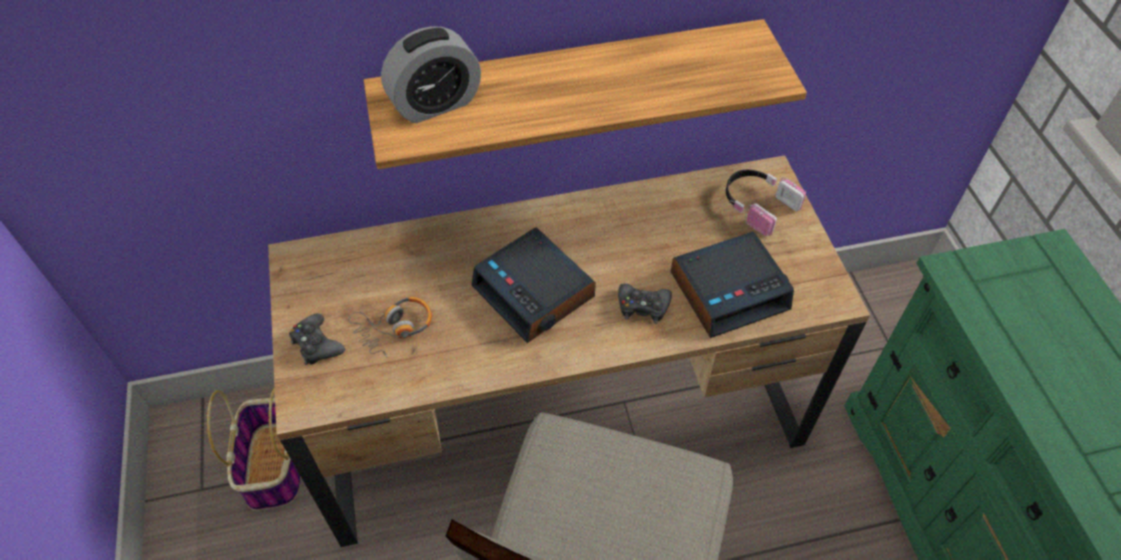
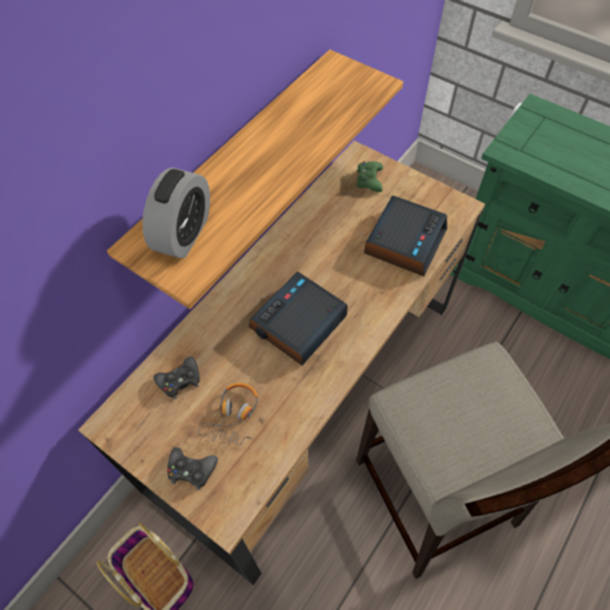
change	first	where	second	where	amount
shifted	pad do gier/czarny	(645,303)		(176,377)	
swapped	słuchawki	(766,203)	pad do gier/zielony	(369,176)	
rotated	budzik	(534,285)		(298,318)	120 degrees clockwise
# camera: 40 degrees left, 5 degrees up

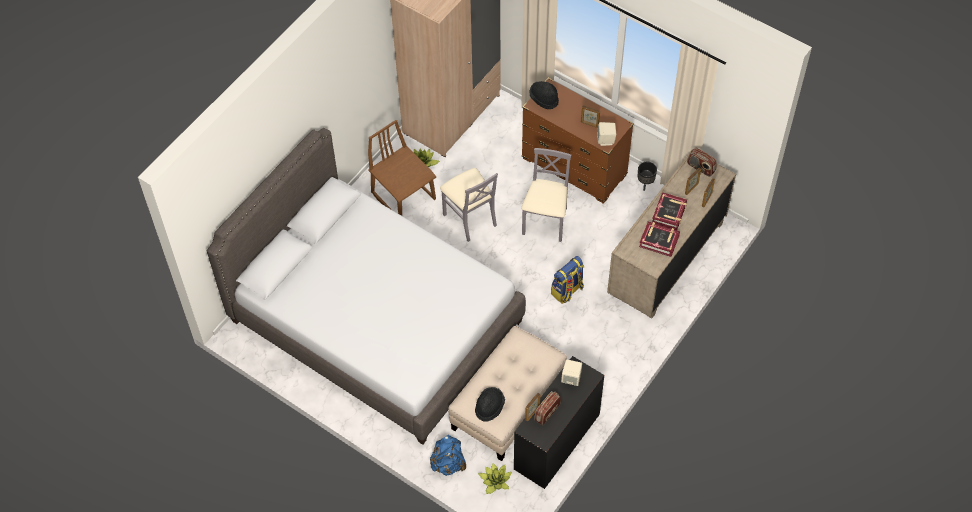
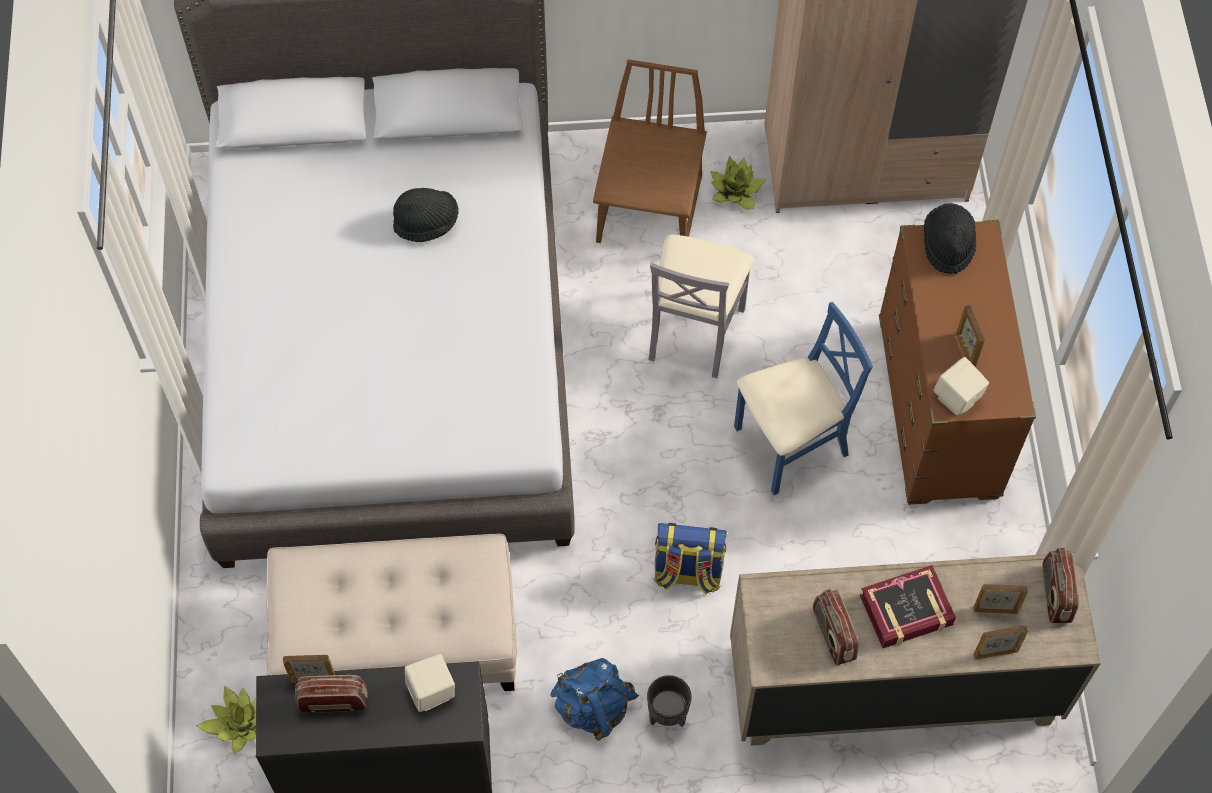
change	first	where	second	where	amount
shifted	plecak/niebieski	(448,455)		(595,699)	
shifted	kapelusz/czarny	(490,404)		(426,215)	
shifted	donica/czarny	(647,176)		(669,701)	
swapped	książka	(659,239)	radio	(836,627)	
repainted	krzesło/szary	(546,195)	krzesło/niebieski	(803,398)	
# camera: 50 degrees right, 5 degrees up

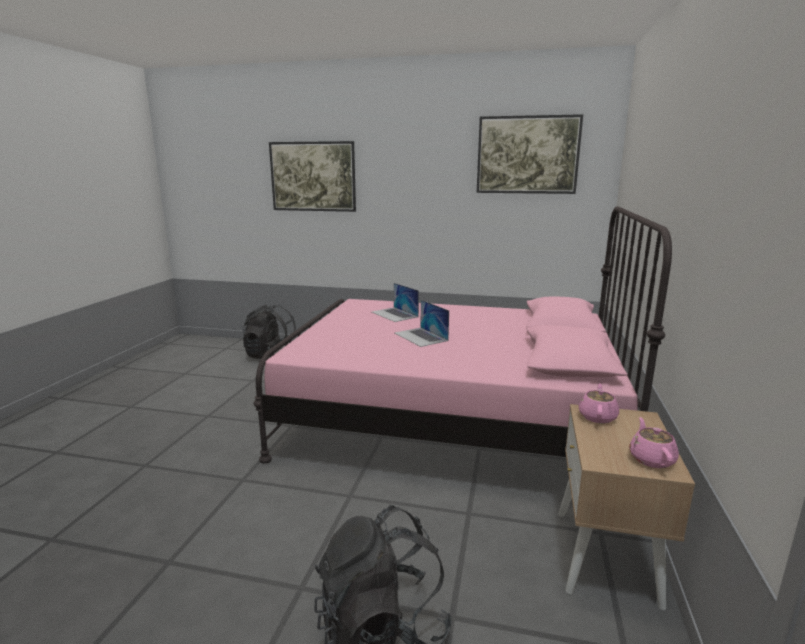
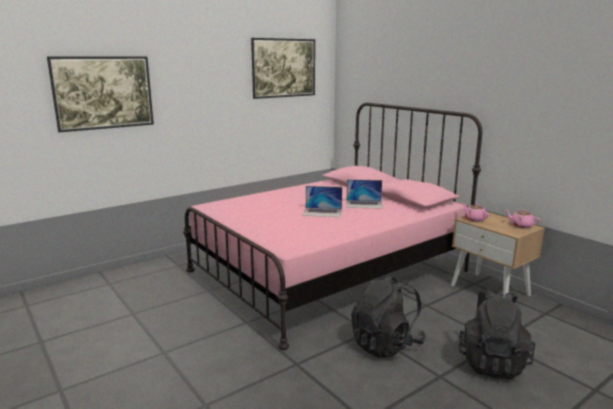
change	first	where	second	where	amount
shifted	plecak/czarny	(269,331)		(388,316)	
shifted	laptop	(395,302)		(365,194)	
# camera: 50 degrees left, 0 degrees up

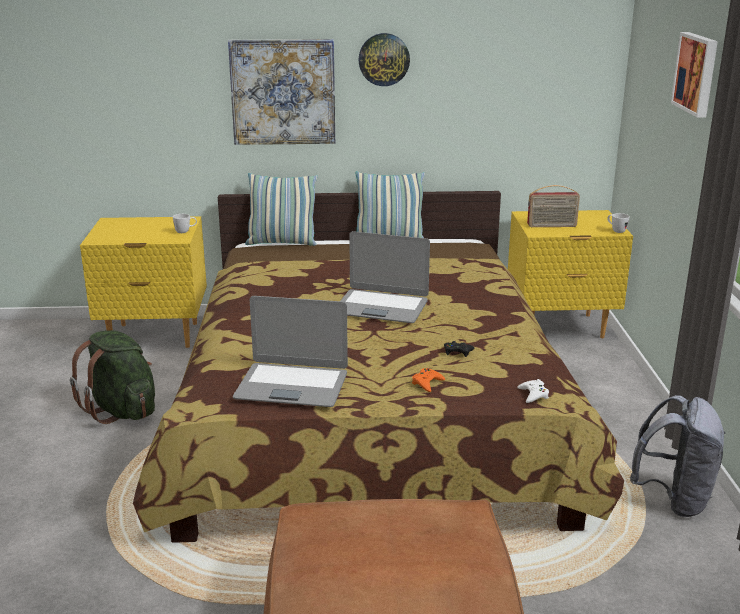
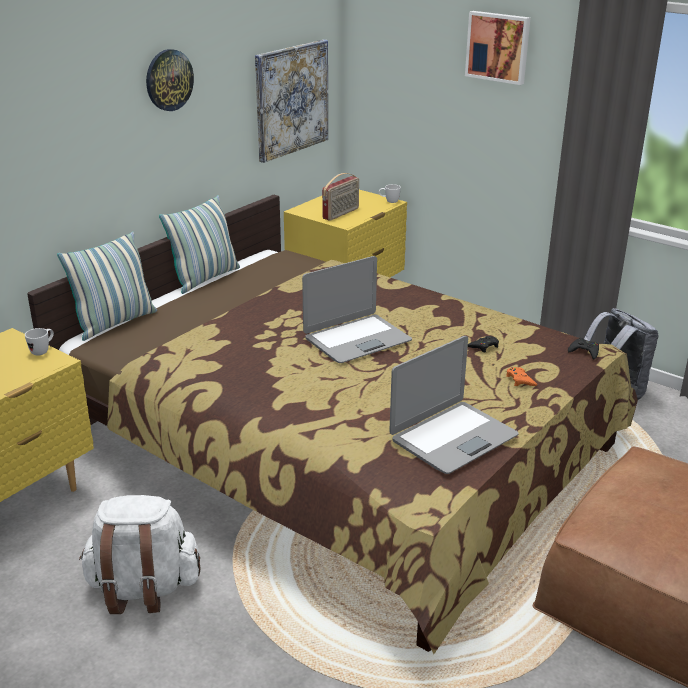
change	first	where	second	where	amount
shifted	obraz	(281,92)		(291,101)	
repainted	plecak/zielony	(112,377)	plecak/biały	(140,554)	
repainted	pad do gier/biały	(533,391)	pad do gier/czarny	(583,348)	
# camera: 50 degrees left, 5 degrees up

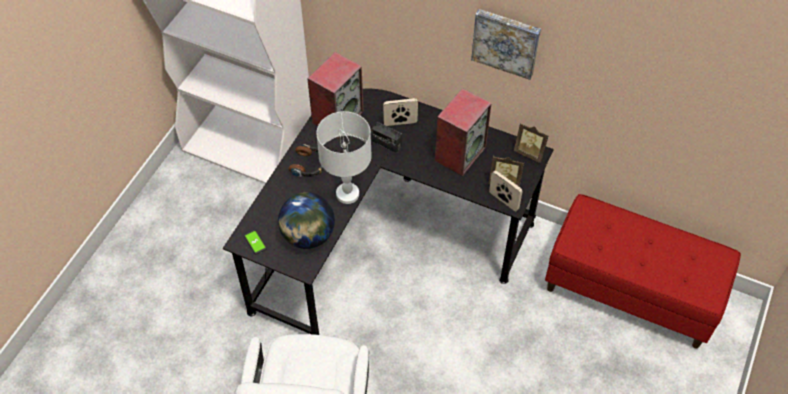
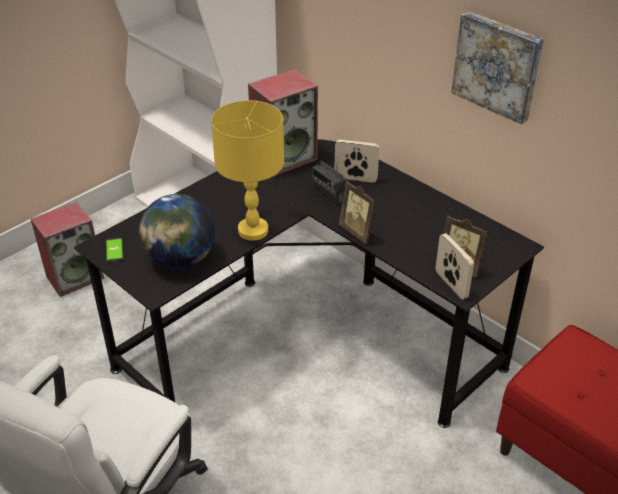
change	first	where	second	where	amount
gone	słuchawki	(306,160)			
shifted	głośnik	(463,132)		(67,249)	
shifted	ramka na zdjęcie	(531,143)		(358,212)	
repainted	lampa stołowa/biały	(344,157)	lampa stołowa/żółty	(247,170)	
# camera: 20 degrees right, 15 degrees down

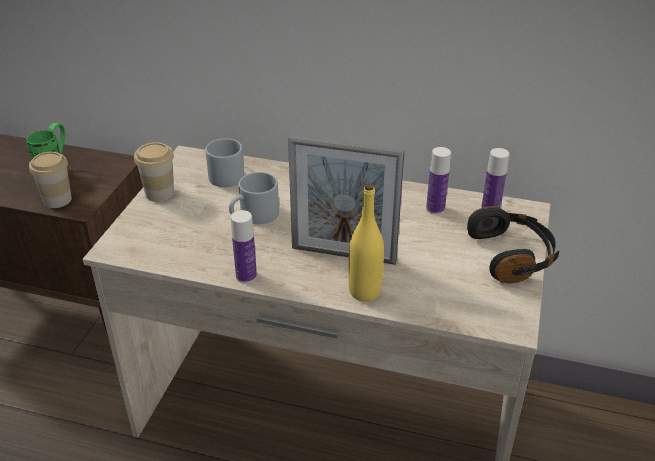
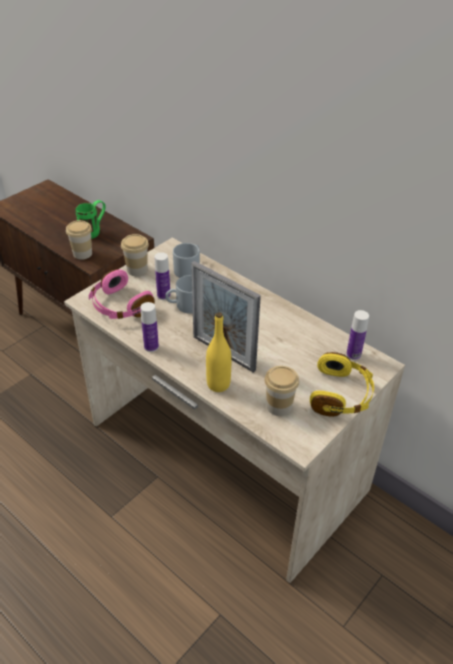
change	first	where	second	where	amount
new			słuchawki/różowy	(122,294)	
new			filiżanka	(281,391)	
shifted	butelka	(438,181)		(163,276)	
repainted	słuchawki/czarny	(513,245)	słuchawki/żółty	(342,384)	
# camera: 25 degrees right, 5 degrees up

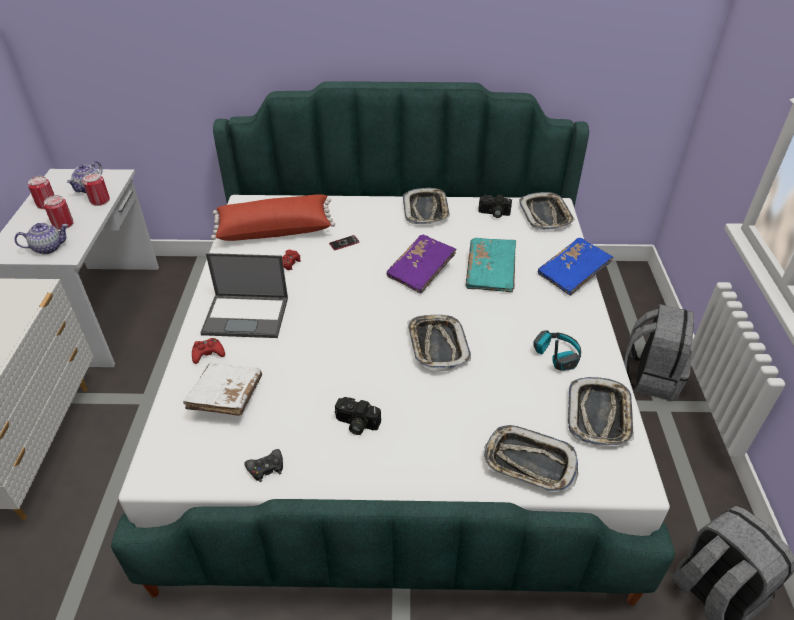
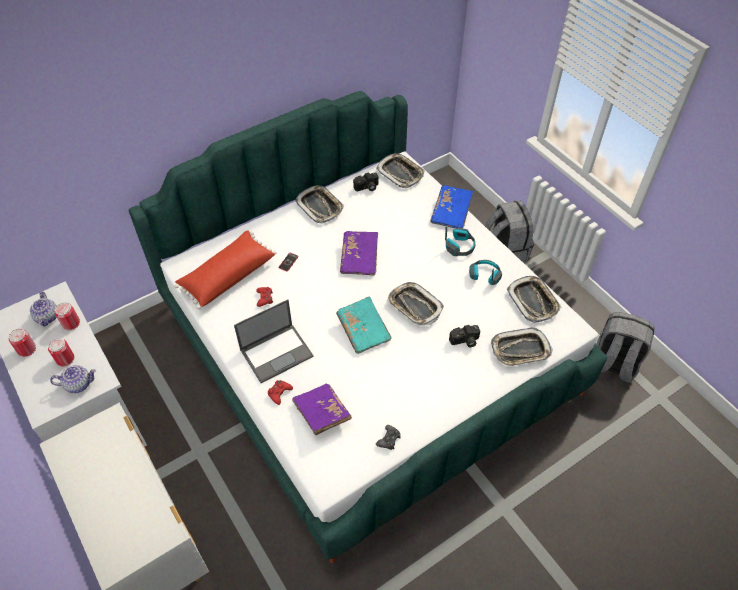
change	first	where	second	where	amount
new			słuchawki	(460,241)	
shifted	aparat fotograficzny	(358,416)		(464,336)	
shifted	książka/turkusowy	(491,265)		(364,325)	
repainted	książka/biały	(222,389)	książka/fioletowy	(322,409)	
rotated	imbryk	(41,238)		(73,379)	45 degrees clockwise
# camera: 35 degrees left, 10 degrees up

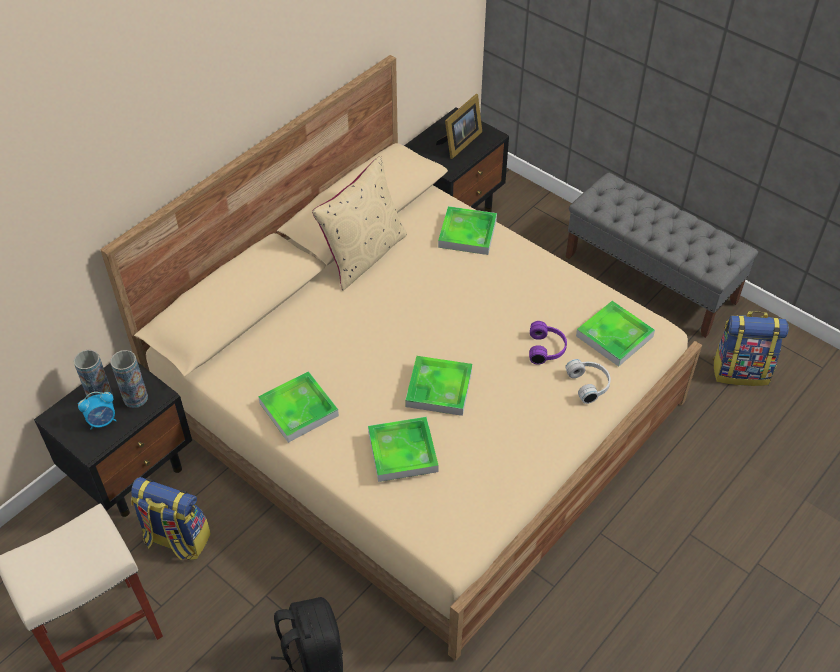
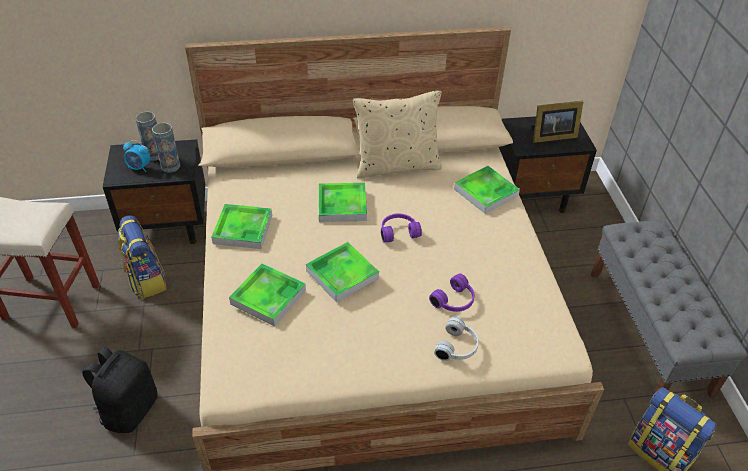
change	first	where	second	where	amount
new			słuchawki/fioletowy	(401,228)	
shifted	taca	(615,334)		(343,202)	
# camera: 40 degrees right, 5 degrees down

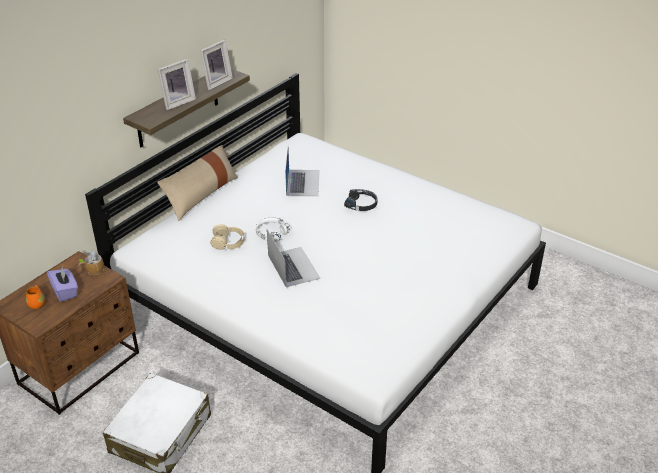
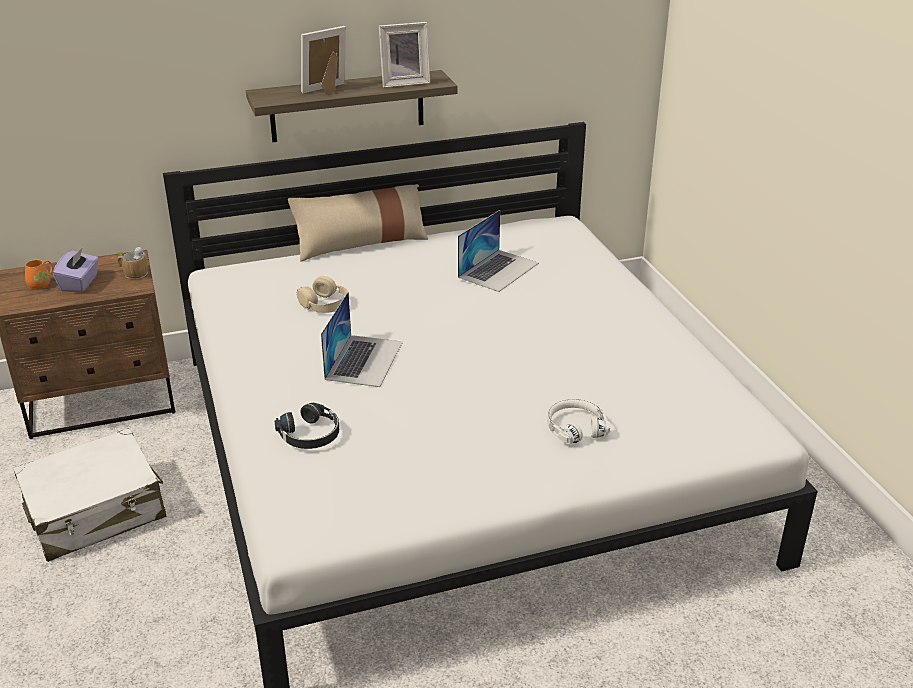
change	first	where	second	where	amount
shifted	słuchawki/biały	(274,229)		(578,421)	
shifted	słuchawki/czarny	(361,200)		(307,425)	
rotated	ramka na zdjęcie	(176,84)		(323,60)	150 degrees clockwise
# camera: 35 degrees right, 5 degrees down

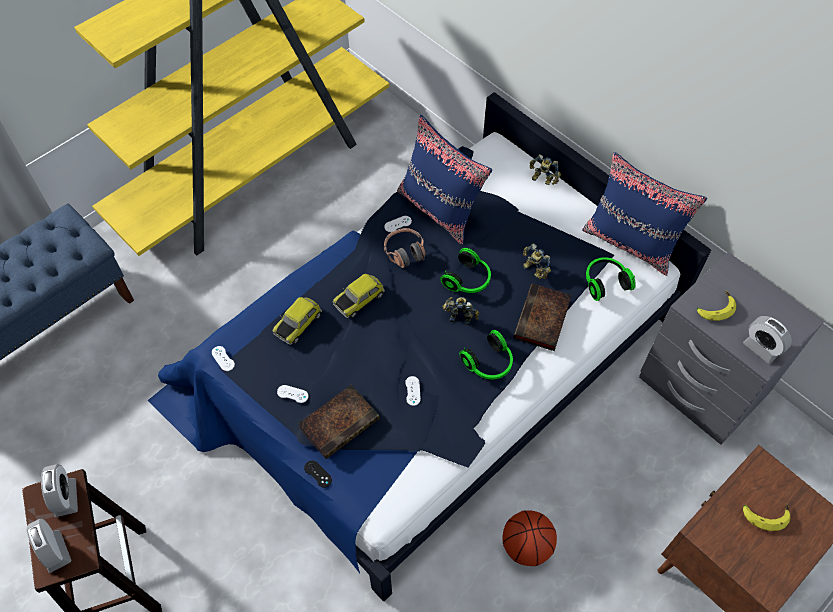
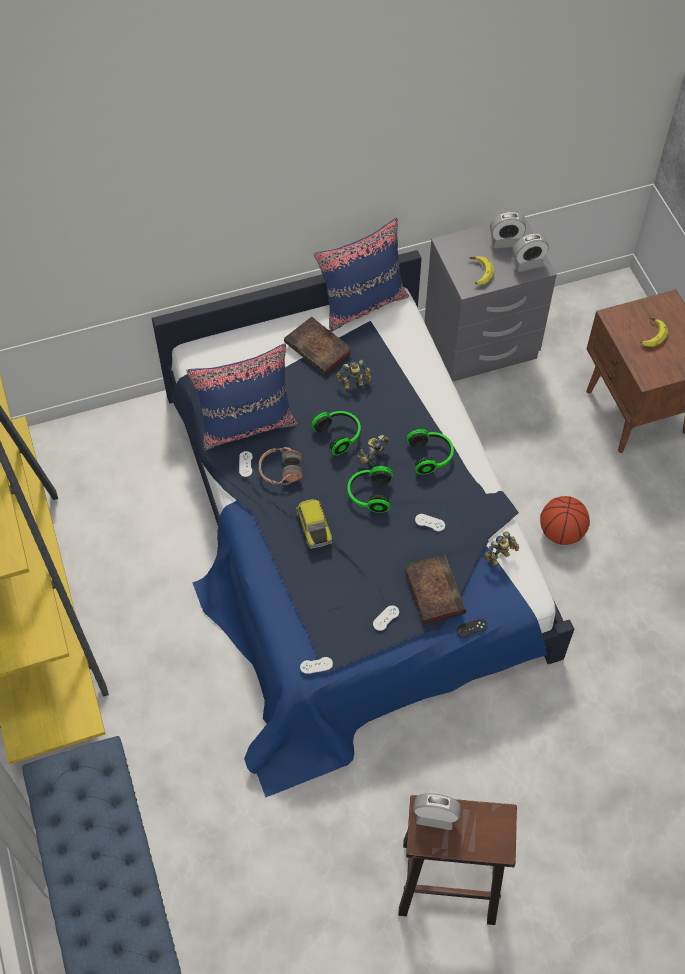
change	first	where	second	where	amount
gone	samochodzik	(297,321)			
shifted	budzik	(49,546)		(508,230)	
shifted	książka	(543,317)		(318,346)	
shifted	robot zabawkowy	(545,169)		(501,549)	
shifted	słuchawki	(611,279)		(370,489)	
# camera: 65 degrees left, 0 degrees up

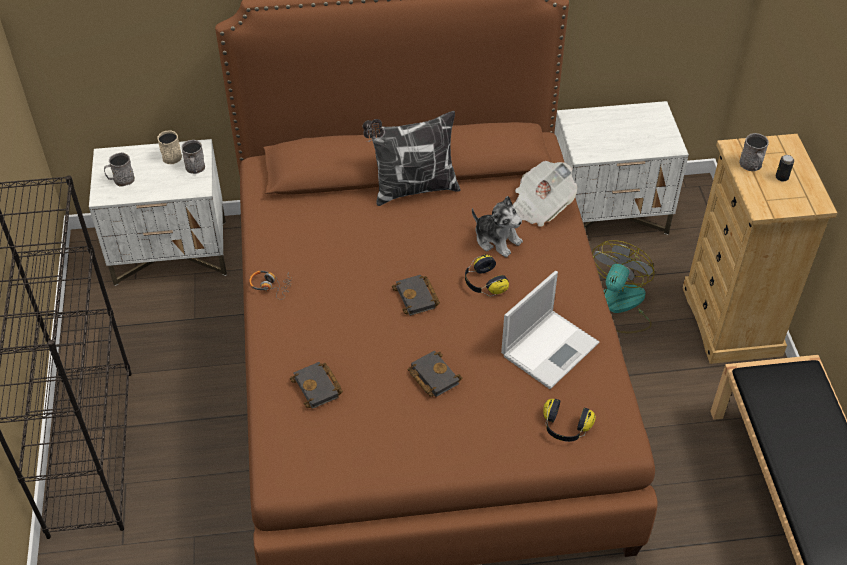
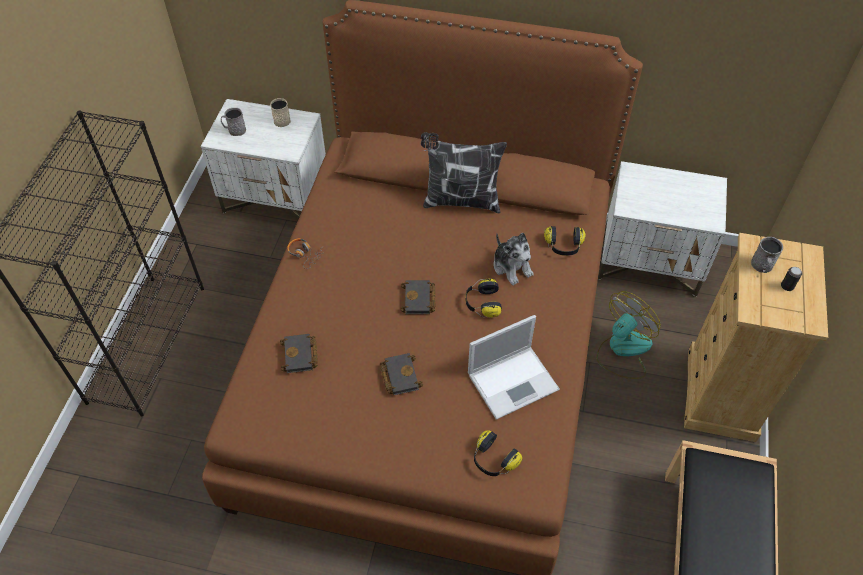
change	first	where	second	where	amount
gone	kubek/szary	(193,157)			
swapped	gazeta	(545,194)	słuchawki	(565,241)	
# camera: 20 degrees right, 5 degrees up

